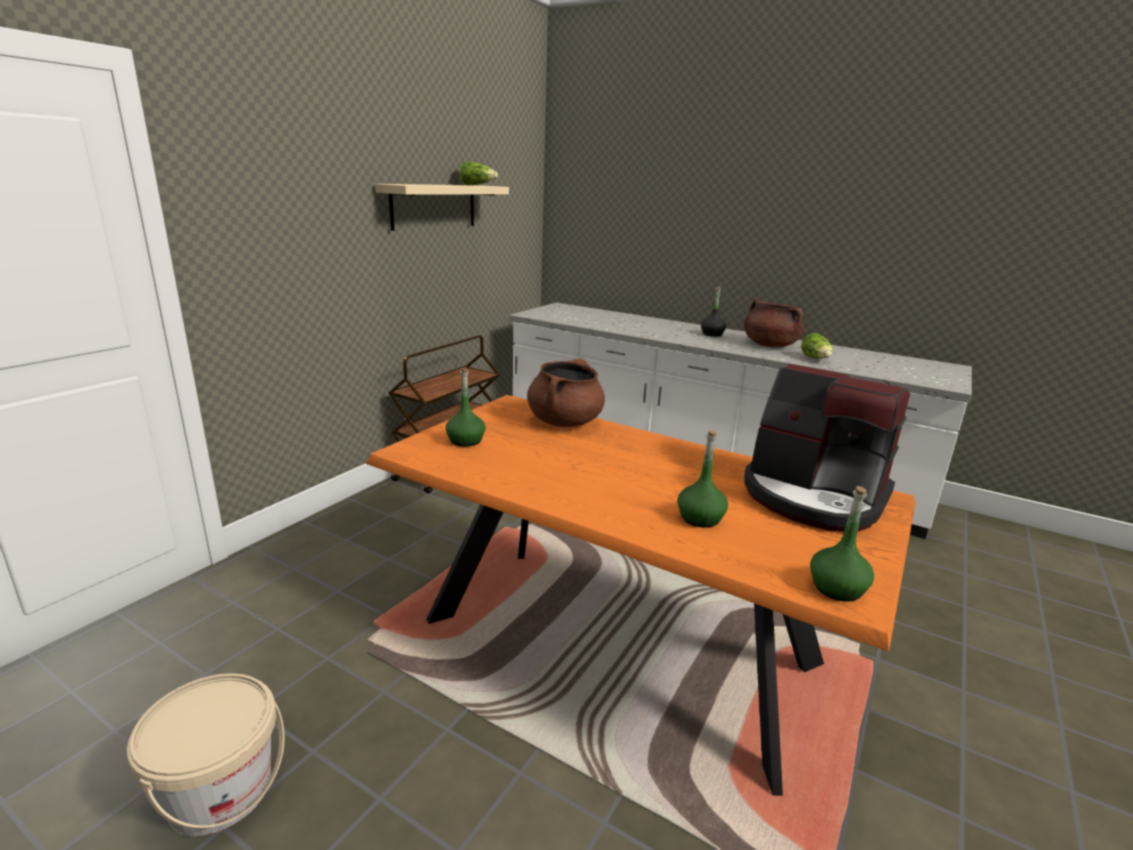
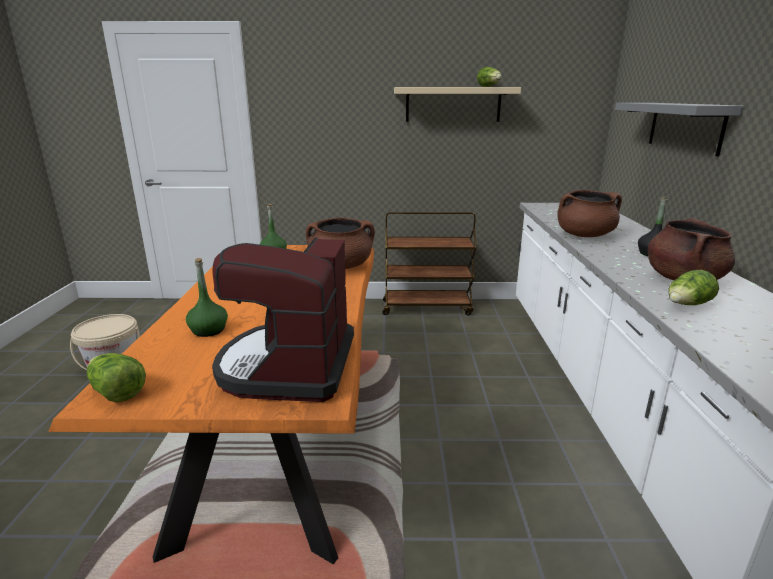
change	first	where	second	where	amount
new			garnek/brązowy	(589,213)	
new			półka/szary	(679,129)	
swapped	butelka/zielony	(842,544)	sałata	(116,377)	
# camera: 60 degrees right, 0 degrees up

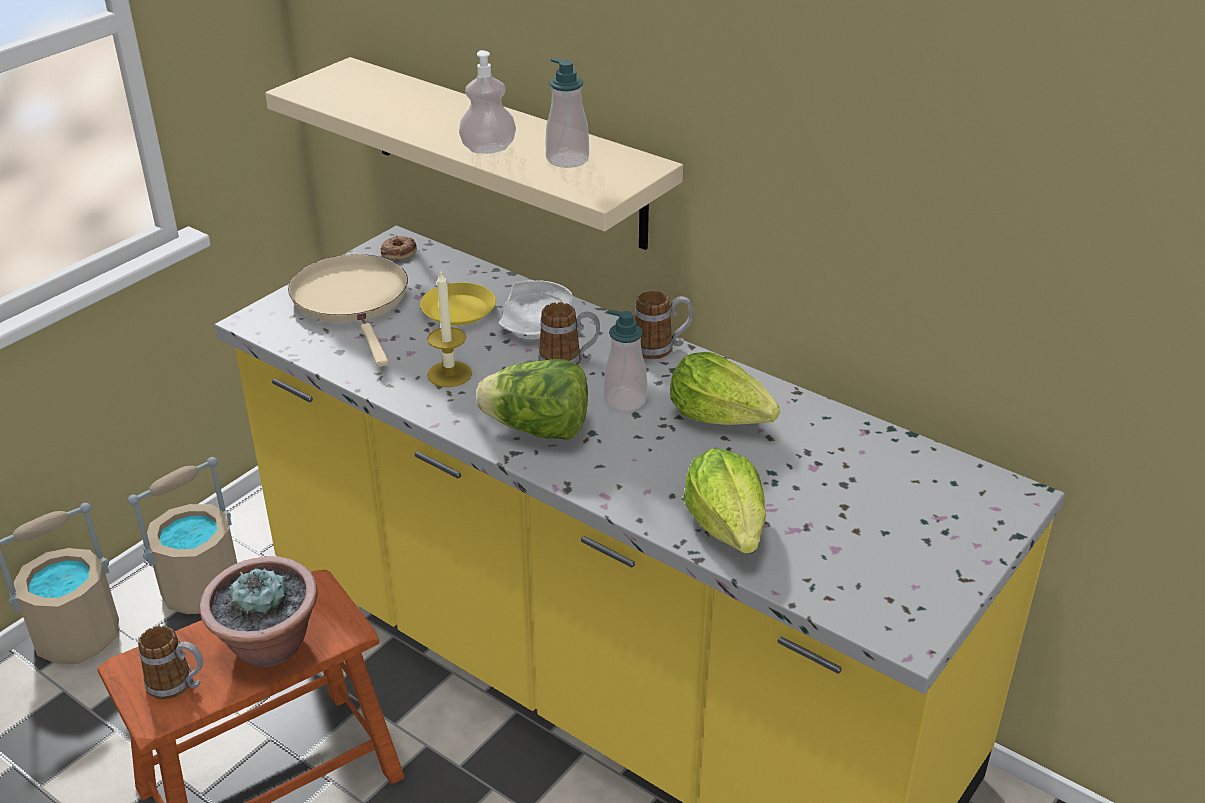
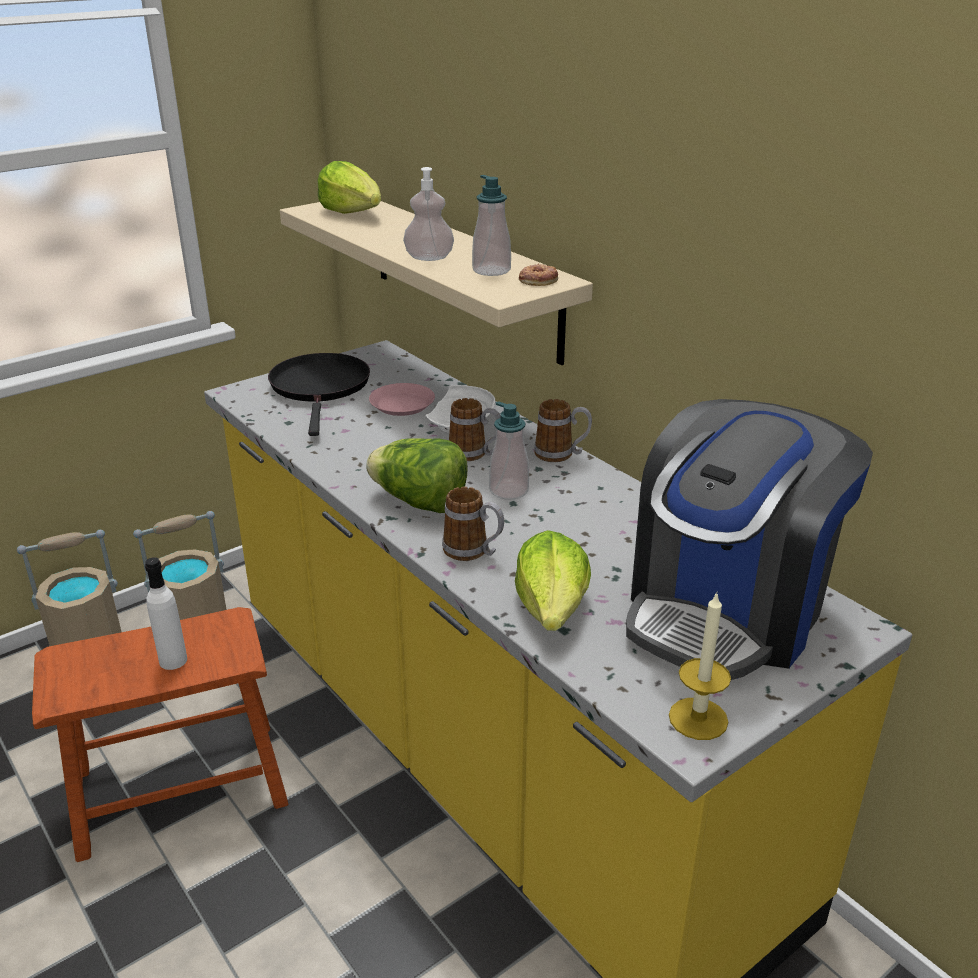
change	first	where	second	where	amount
new			ekspres do kawy	(749,539)	
shifted	kubek	(170,663)		(473,524)	
shifted	donut	(398,247)		(538,274)	
shifted	świeca	(449,328)		(700,666)	
shifted	sałata	(725,388)		(349,187)	
swapped	roślina doniczkowa	(259,611)	butelka/biały	(166,613)	
repainted	patelnia/beżowy	(348,310)	patelnia/czarny	(319,394)	
repainted	talerz/żółty	(458,304)	talerz/różowy	(402,399)	
# camera: 15 degrees right, 5 degrees down

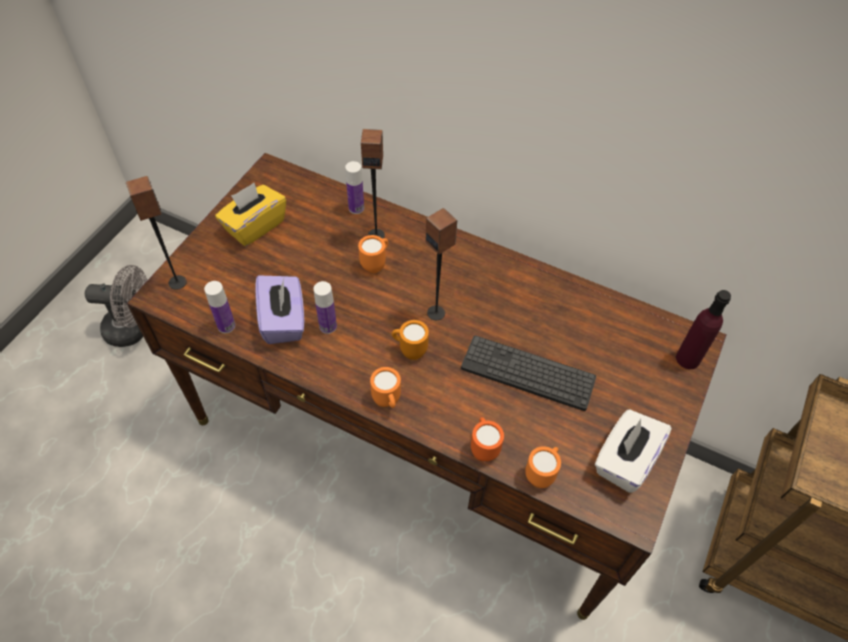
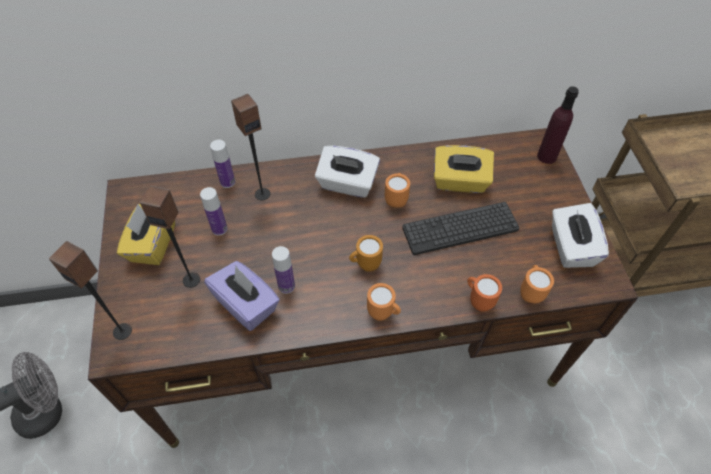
change	first	where	second	where	amount
new			pudełko chusteczek/biały	(347,172)	
new			pudełko chusteczek/żółty	(464,169)	
shifted	butelka	(219,307)		(214,211)	
shifted	kubek/pomarańczowy	(373,254)		(397,190)	
shifted	głośnik	(441,264)		(170,237)	
# camera: 35 degrees left, 0 degrees up

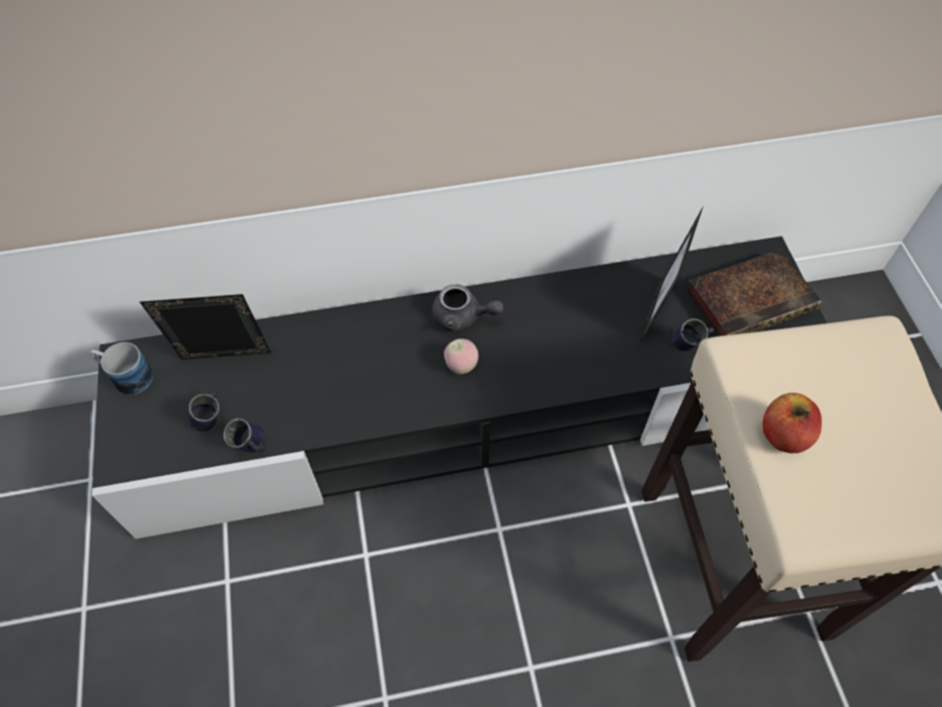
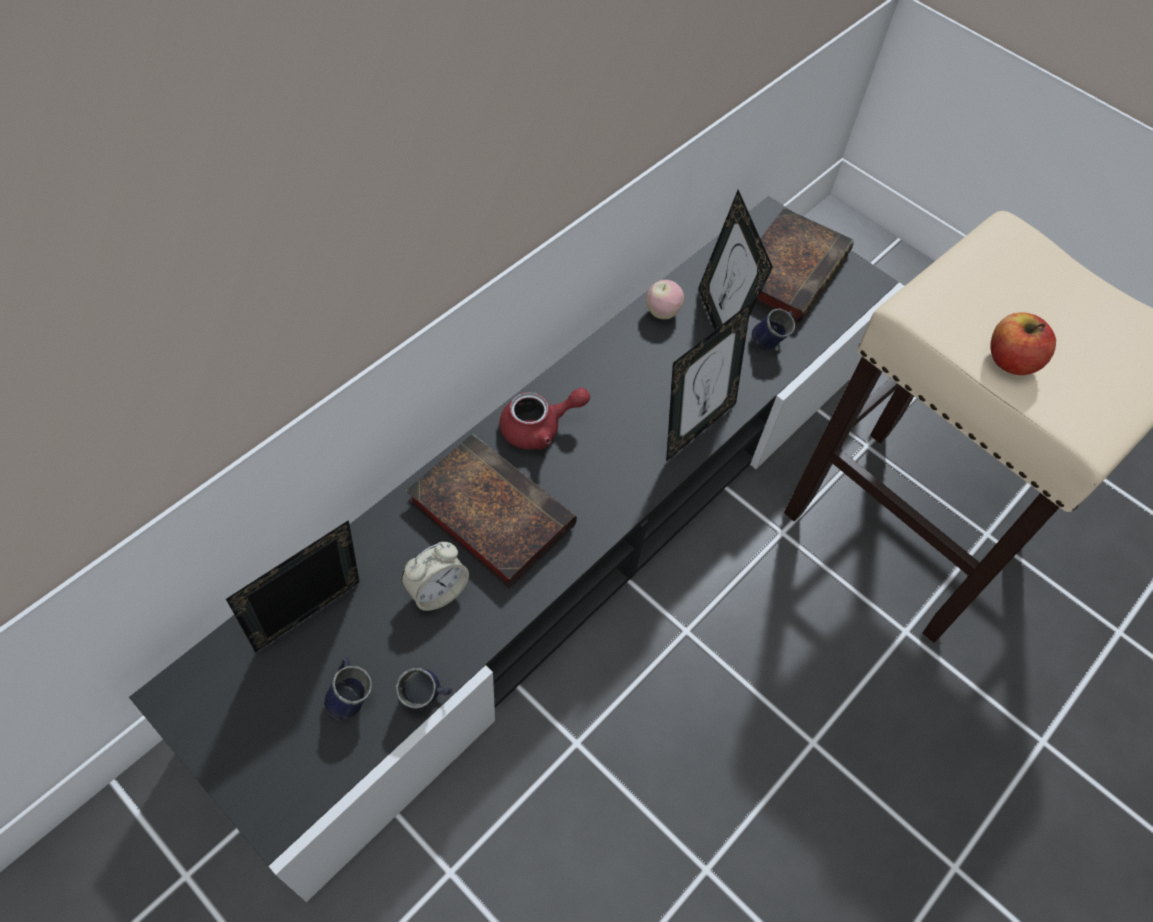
change	first	where	second	where	amount
gone	kubek	(121,368)			
new			budzik	(435,576)	
new			książka	(491,511)	
new			ramka na zdjęcie	(708,382)	
shifted	jabłko	(461,356)		(665,299)	
repainted	imbryk/szary	(468,308)	imbryk/czerwony	(544,418)	
# camera: 40 degrees left, 0 degrees up

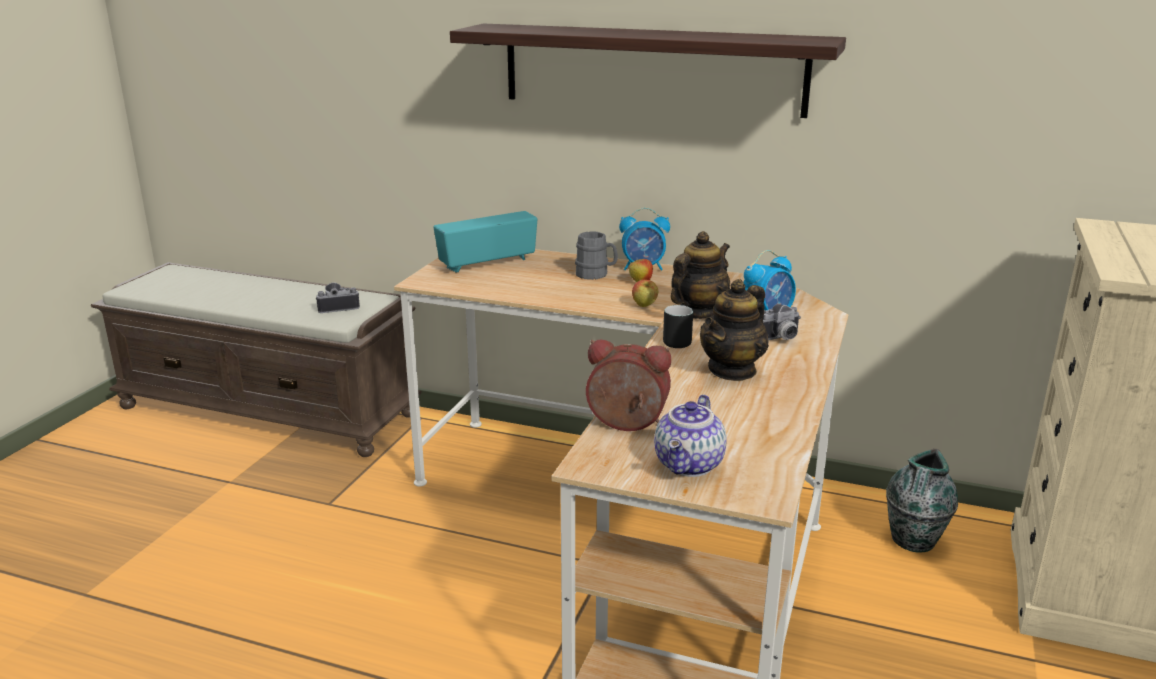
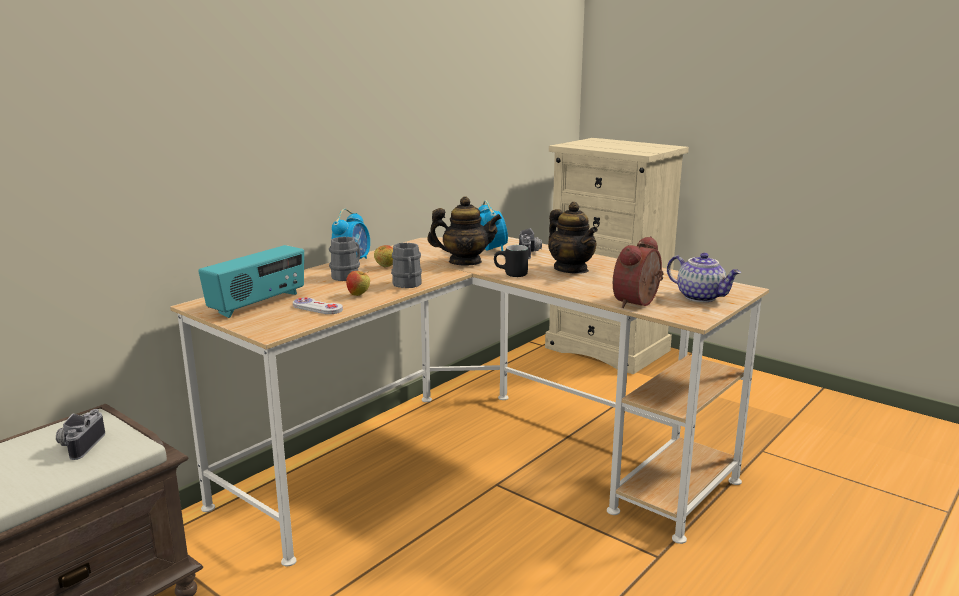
change	first	where	second	where	amount
gone	półka	(648,71)			
gone	wazon	(922,501)			
new			pad do gier/biały	(318,306)	
new			kubek/szary	(406,265)	
shifted	jabłko	(645,293)		(358,283)	
rotated	radio	(485,242)		(251,281)	135 degrees counterclockwise
rotated	imbryk	(700,275)		(464,230)	120 degrees clockwise
# camera: 70 degrees left, 5 degrees down

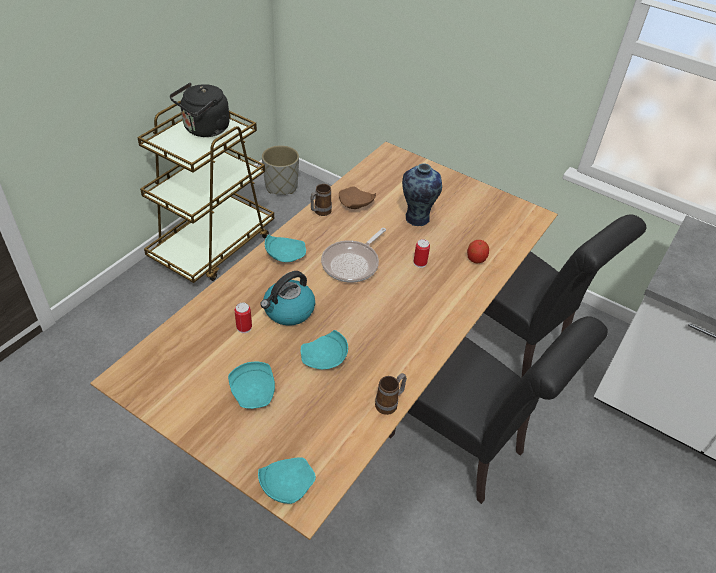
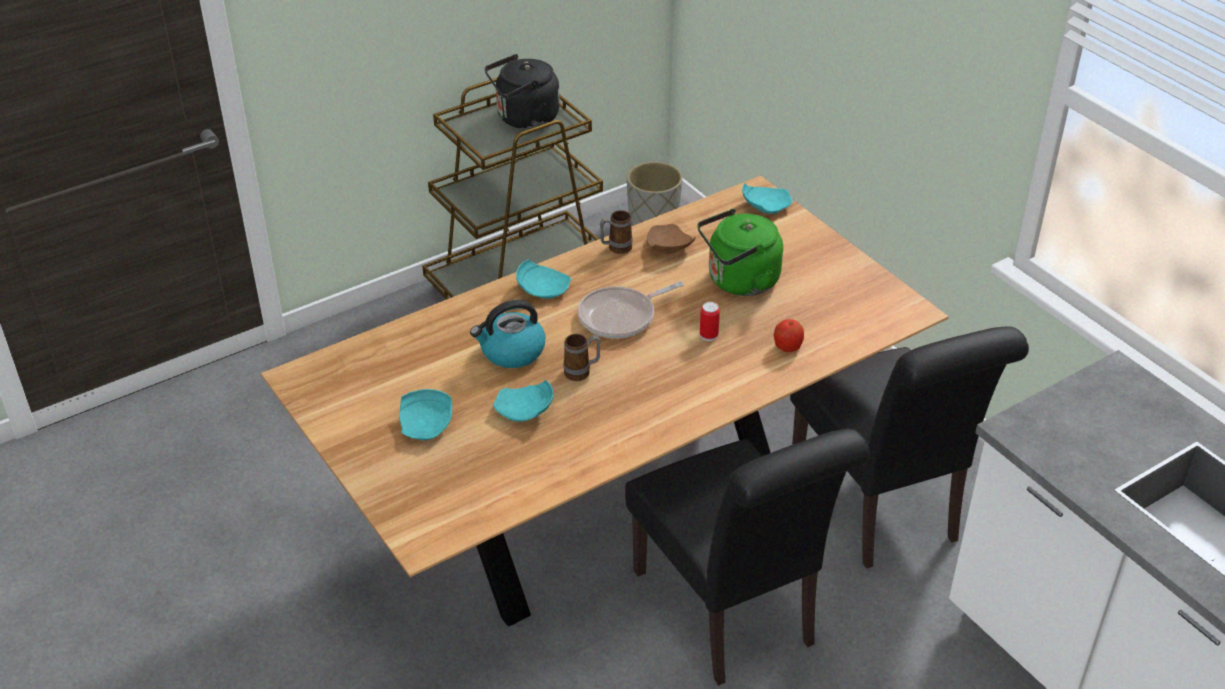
change	first	where	second	where	amount
gone	puszka	(243,318)			
shifted	talerz/turkusowy	(287,480)		(767,198)	
shifted	kubek	(391,394)		(582,357)	
swapped	wazon	(422,194)	czajnik/zielony	(740,252)	
# camera: 25 degrees right, 5 degrees down

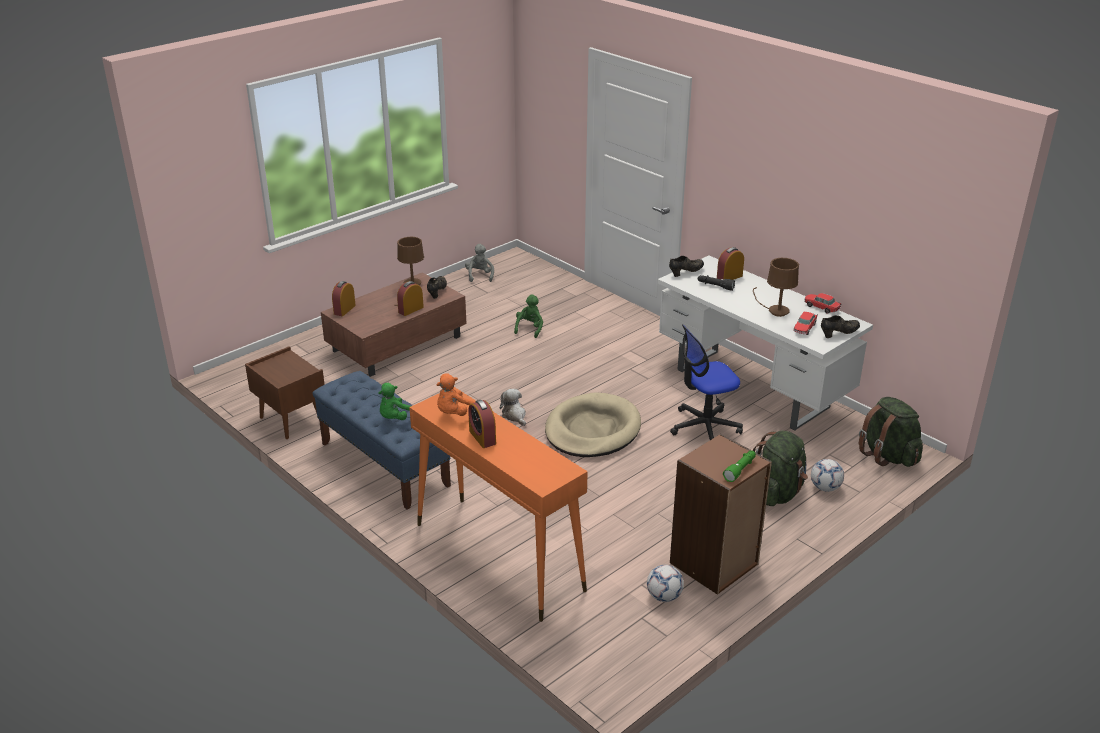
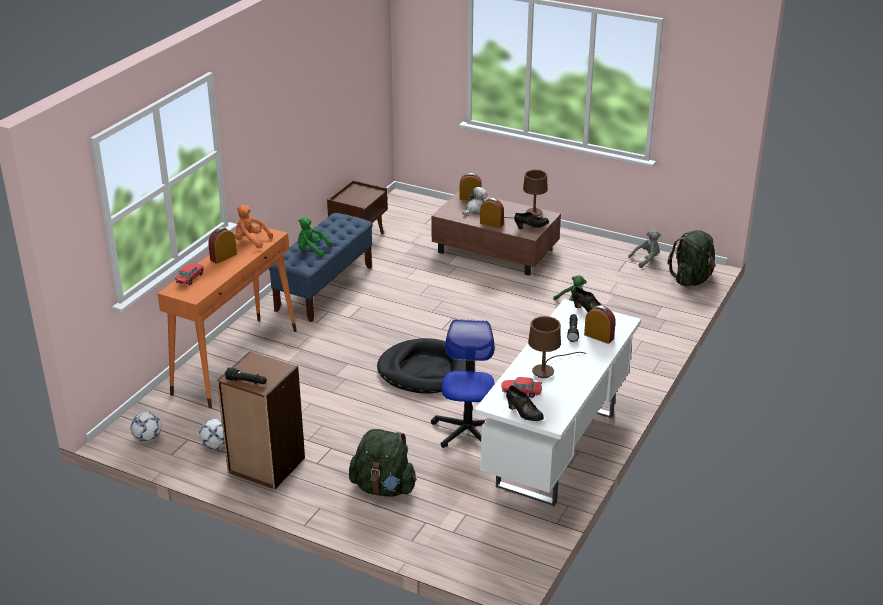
change	first	where	second	where	amount
shifted	pluszak	(513,407)		(474,201)	
shifted	samochodzik	(822,303)		(189,274)	
shifted	piłka futbolowa	(827,475)		(146,427)	
shifted	plecak/zielony	(891,432)		(691,258)	
repainted	legowisko/beżowy	(593,425)	legowisko/czarny	(421,365)	
repainted	latarka/zielony	(739,466)	latarka/czarny	(246,375)	
rotated	krzesło biurowe	(706,382)		(463,383)	45 degrees clockwise
# camera: 70 degrees right, 0 degrees up

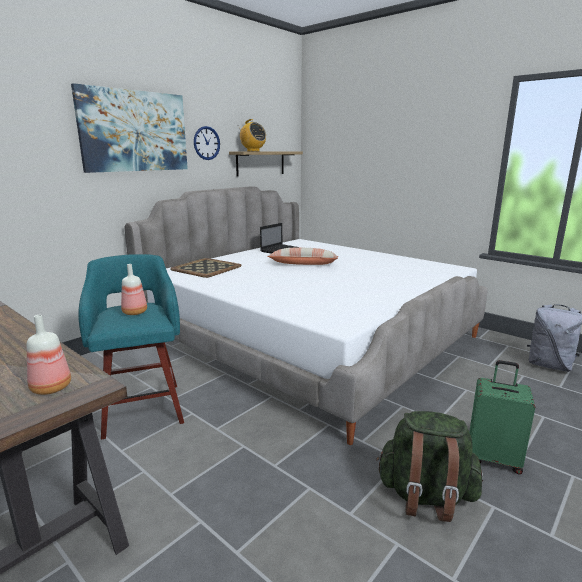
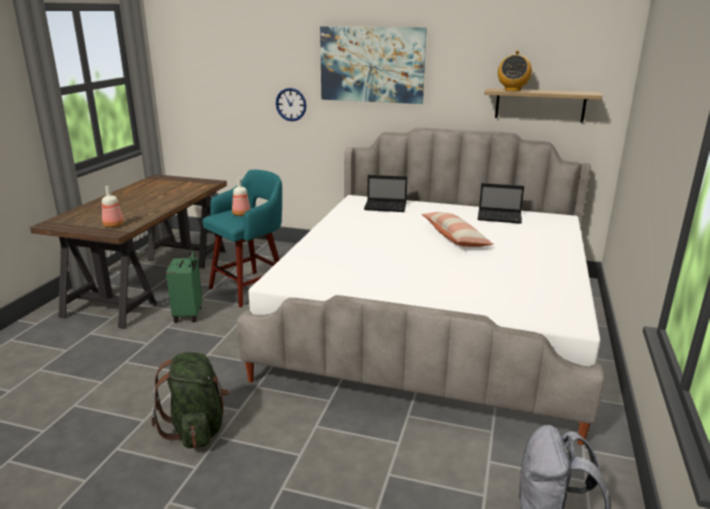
change	first	where	second	where	amount
shifted	zegar ścienny	(207,143)		(291,104)	
shifted	walizka/zielony	(502,417)		(184,285)	
swapped	taca	(206,268)	laptop	(385,193)	
# camera: 65 degrees right, 5 degrees up

